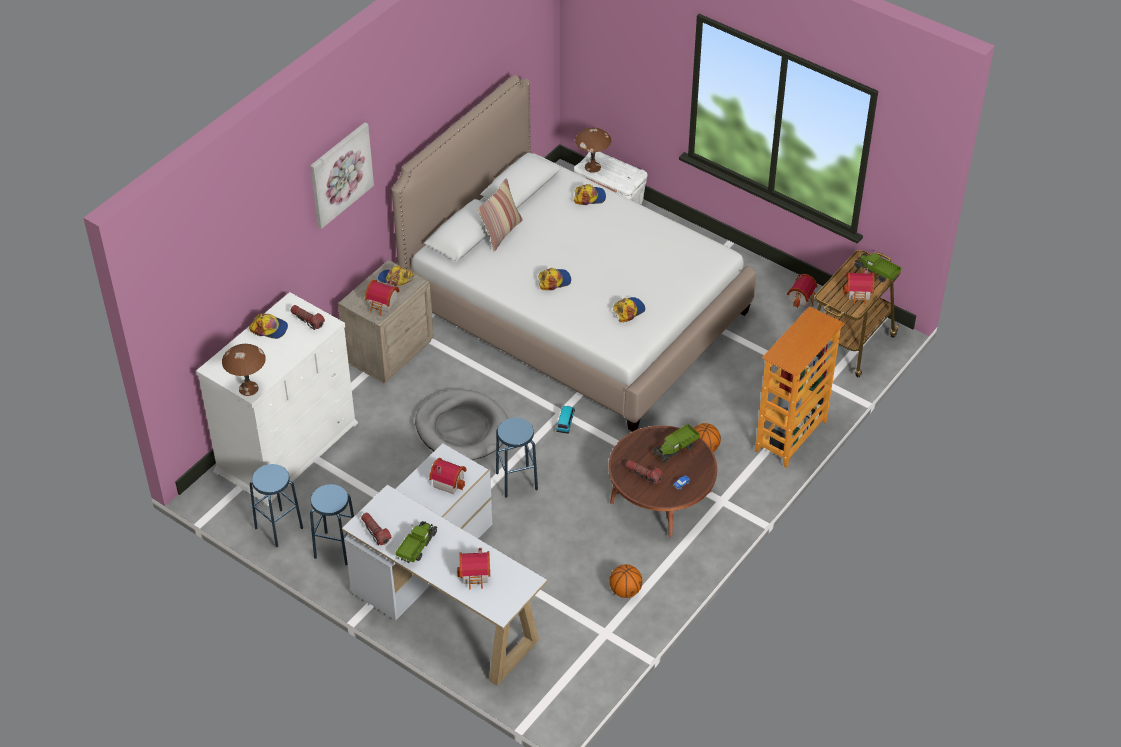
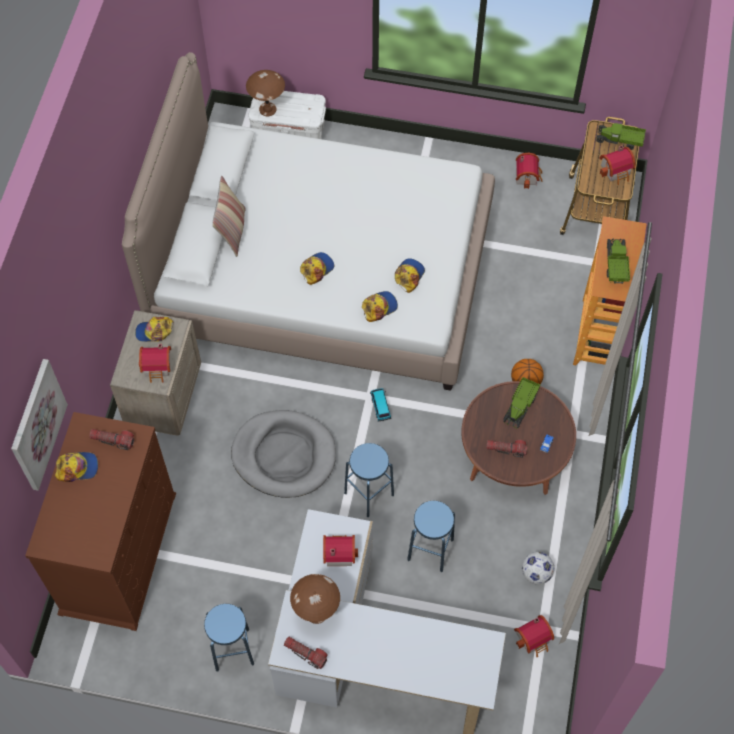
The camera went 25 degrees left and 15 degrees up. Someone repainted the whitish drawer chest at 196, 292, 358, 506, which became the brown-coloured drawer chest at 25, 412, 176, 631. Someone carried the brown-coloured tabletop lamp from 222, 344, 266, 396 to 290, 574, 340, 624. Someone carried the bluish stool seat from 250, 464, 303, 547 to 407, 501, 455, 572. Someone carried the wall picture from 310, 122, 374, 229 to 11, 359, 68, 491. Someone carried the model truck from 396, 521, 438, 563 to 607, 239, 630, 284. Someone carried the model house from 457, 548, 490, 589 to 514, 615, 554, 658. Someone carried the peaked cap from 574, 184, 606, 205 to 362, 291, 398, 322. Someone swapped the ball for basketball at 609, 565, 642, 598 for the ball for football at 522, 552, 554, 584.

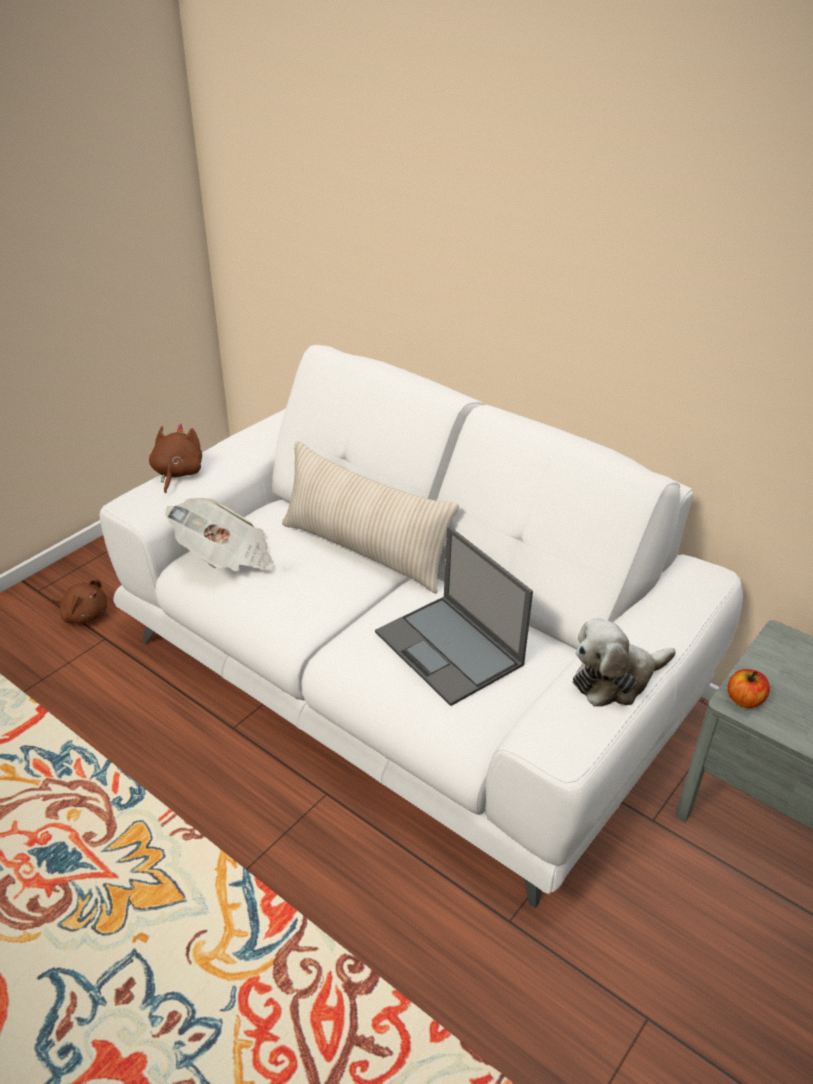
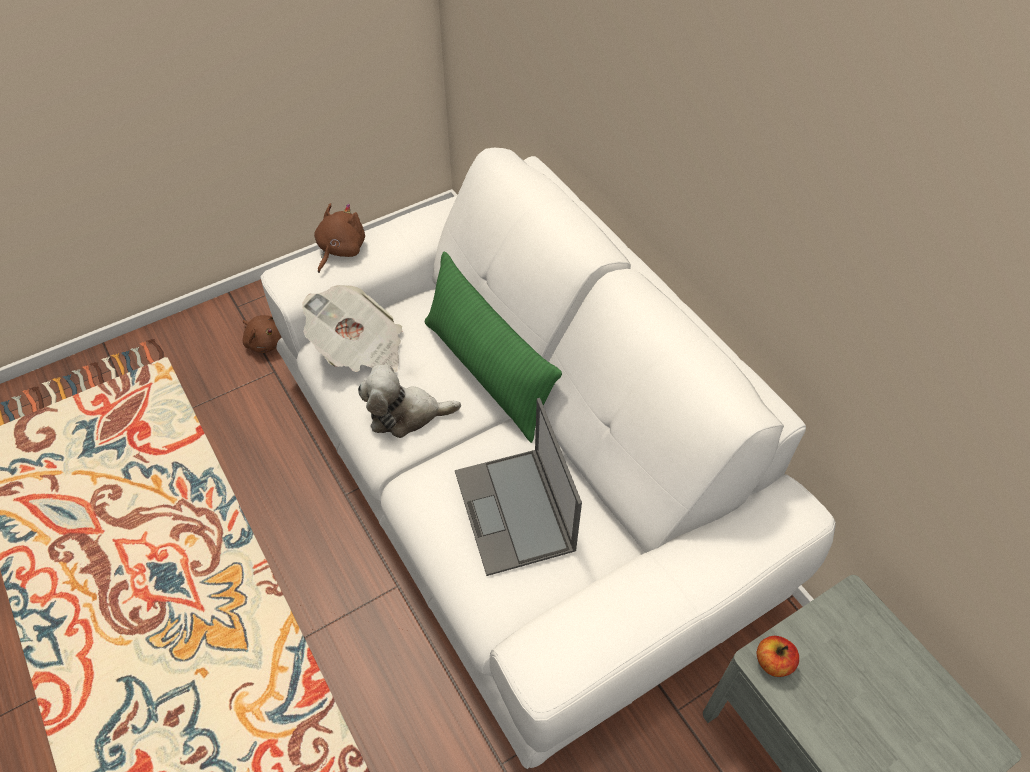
The camera went 20 degrees right and 15 degrees up. Someone repainted the beige-coloured throw pillow at 282, 441, 459, 594, which became the green throw pillow at 425, 251, 562, 443. Someone carried the cuddly toy from 573, 618, 676, 707 to 358, 365, 461, 438.

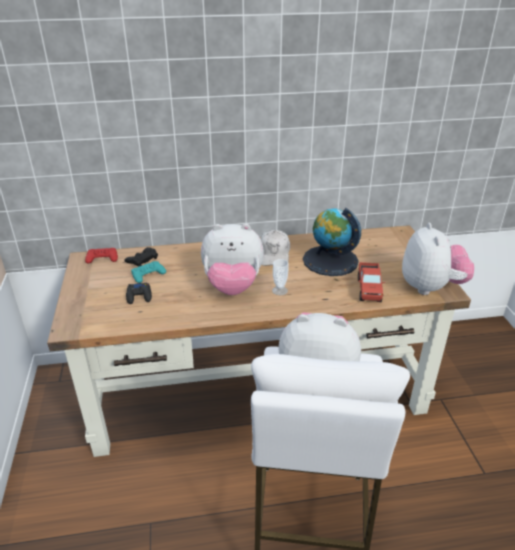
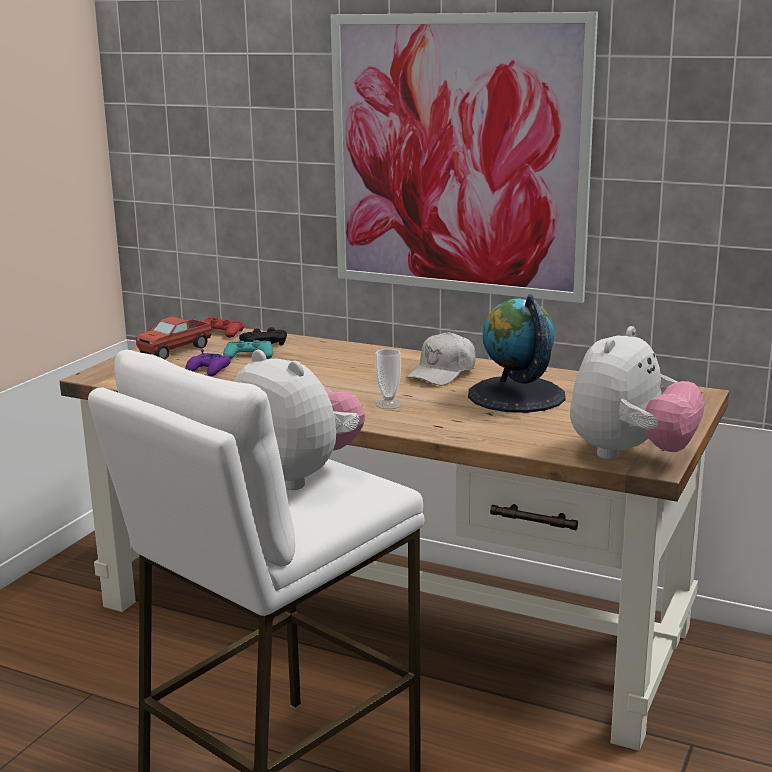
The camera went 35 degrees right and 15 degrees down. Someone repainted the black gamepad at 126, 283, 152, 304, which became the purplish gamepad at 185, 350, 231, 376. Someone took away the cuddly toy at 201, 224, 264, 295. Someone carried the model truck from 358, 262, 385, 302 to 136, 317, 211, 360. Someone put up the wall picture at 331, 12, 598, 303.

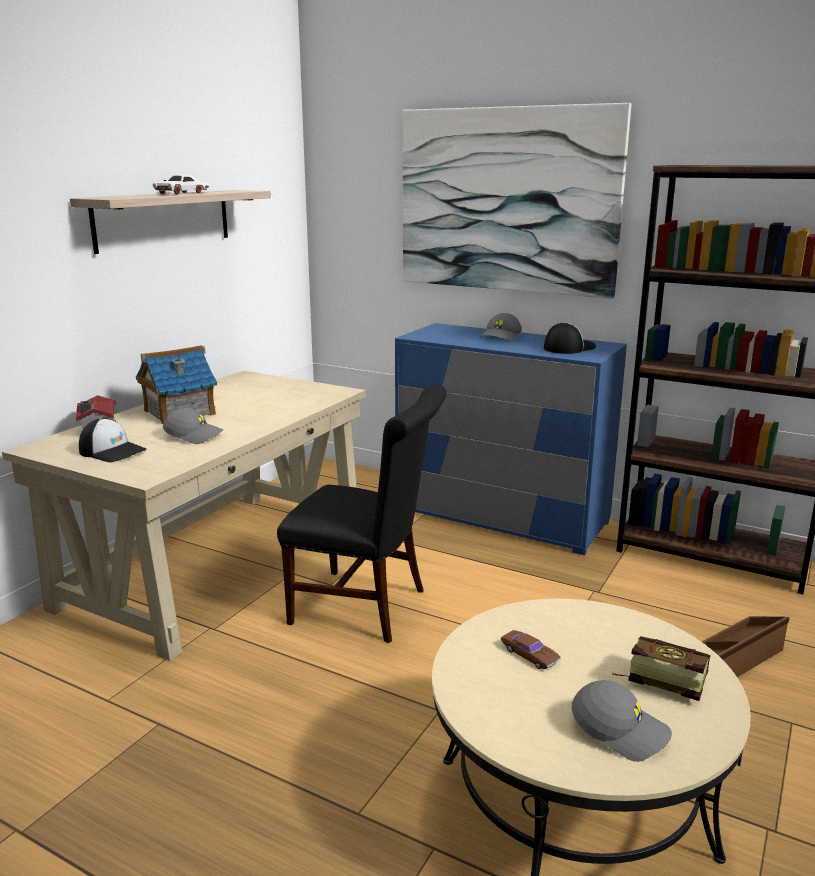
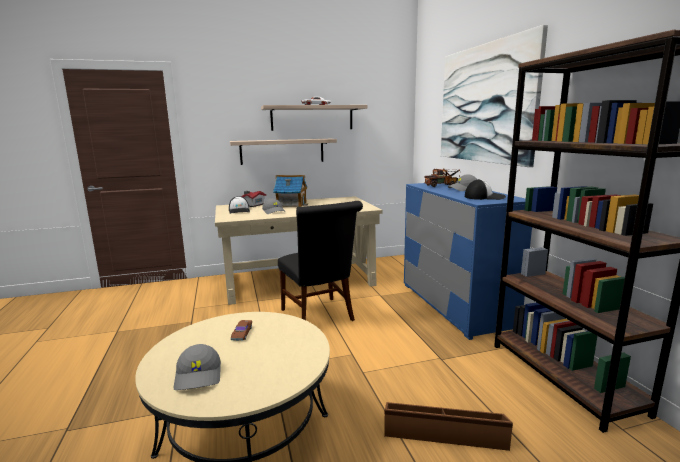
The camera went 45 degrees right and 5 degrees down. Someone took away the book at 612, 636, 711, 701. Someone put up the shelf at 230, 139, 337, 165. Someone put down the model truck at 424, 169, 461, 187.

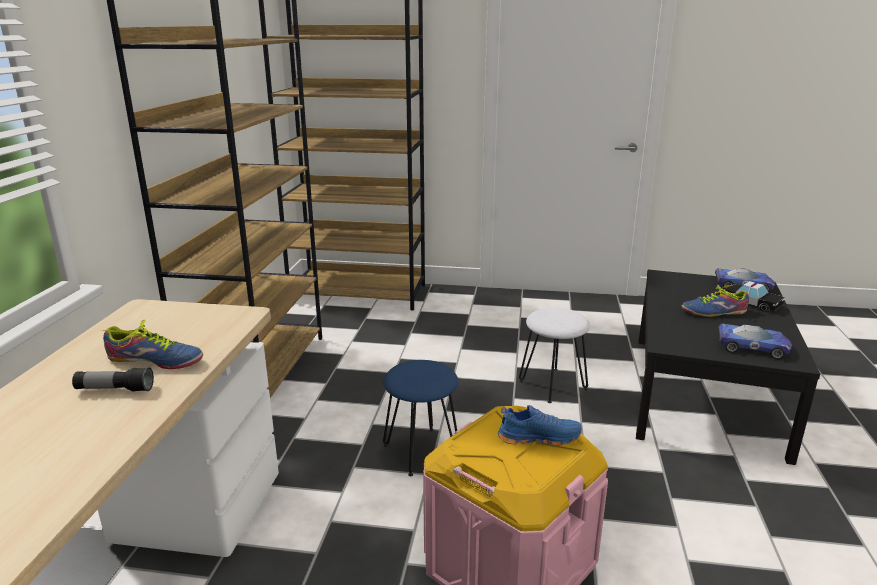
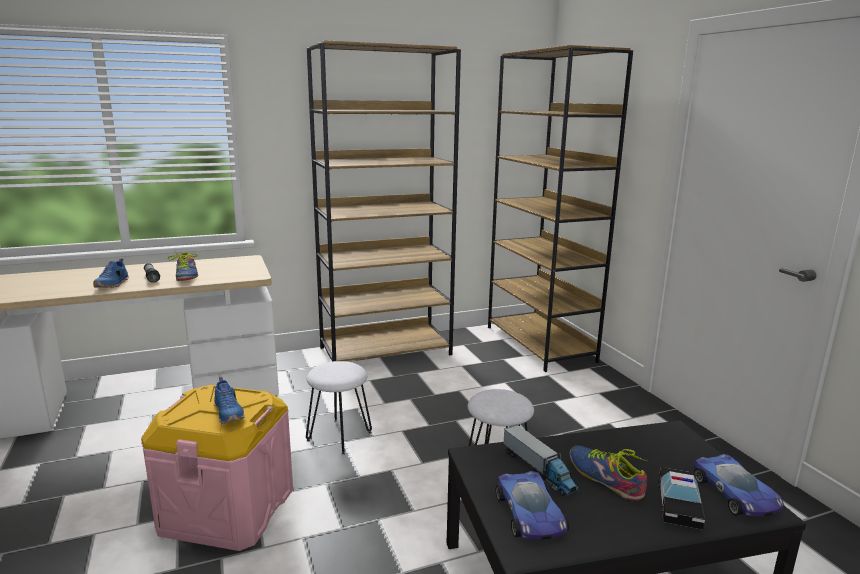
The camera went 60 degrees right and 5 degrees down. Someone repainted the bluish stool seat at 383, 360, 458, 476, which became the whitish stool seat at 306, 361, 372, 455. Someone put down the bluish shoe at 93, 259, 129, 288. Someone put down the model truck at 503, 424, 579, 497.

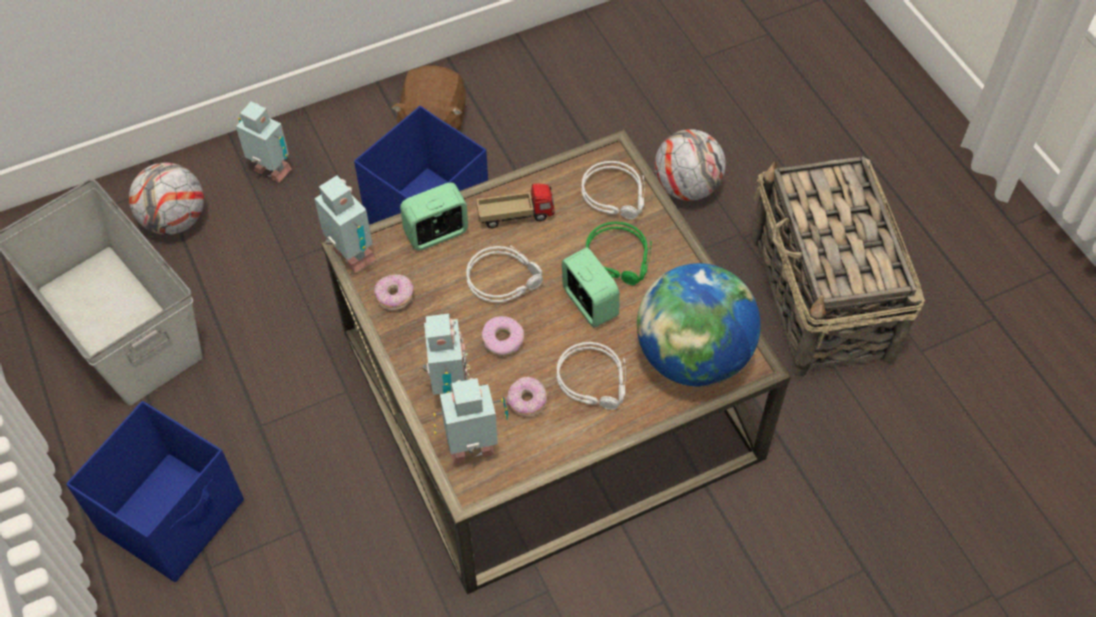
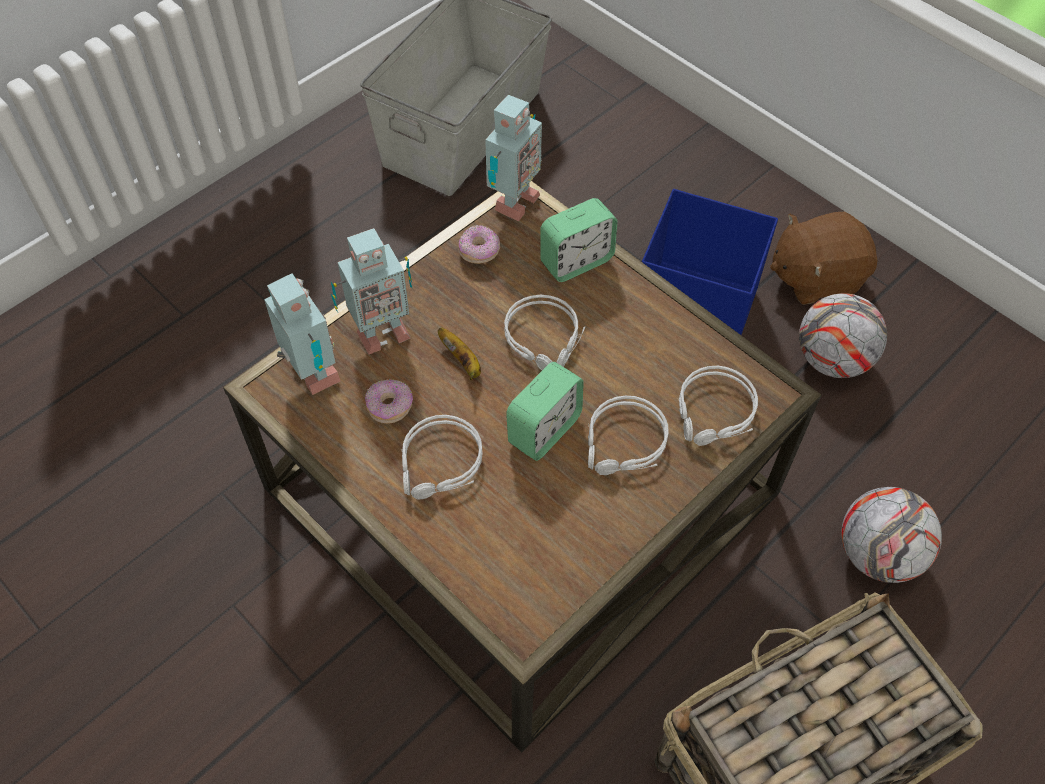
The camera went 70 degrees right and 0 degrees up. Someone took away the bluish storage bin at 66, 401, 244, 582. Someone carried the ball for football from 129, 163, 204, 235 to 799, 293, 887, 378. Someone took away the robot figure at 236, 101, 292, 183. Someone rotated the bedside clock at 400, 182, 468, 251 by 105 degrees clockwise. Someone took away the model truck at 476, 184, 555, 228. Someone swapped the donut at 481, 316, 524, 356 for the banana fruit at 438, 328, 481, 380. Someone repainted the green headphones at 586, 222, 652, 285, which became the gray headphones at 588, 396, 669, 475. Someone took away the globe at 637, 263, 761, 387.

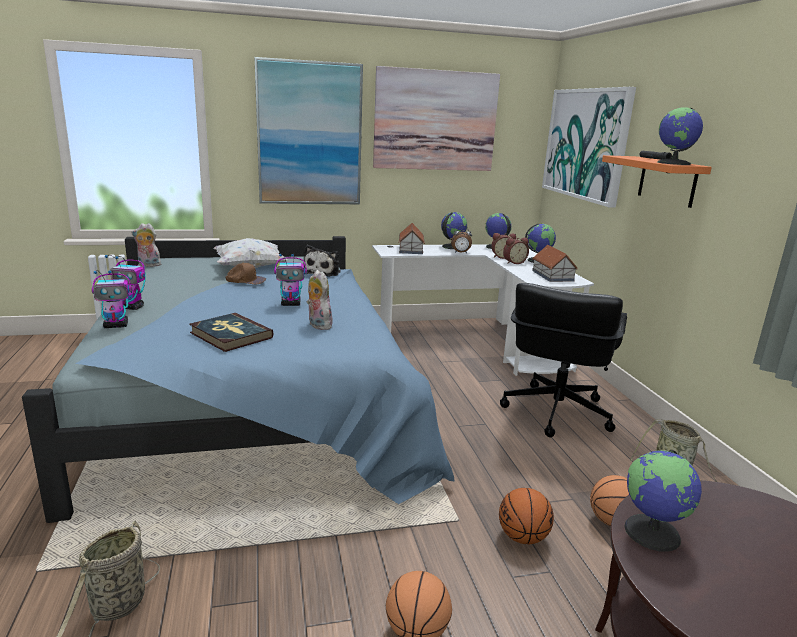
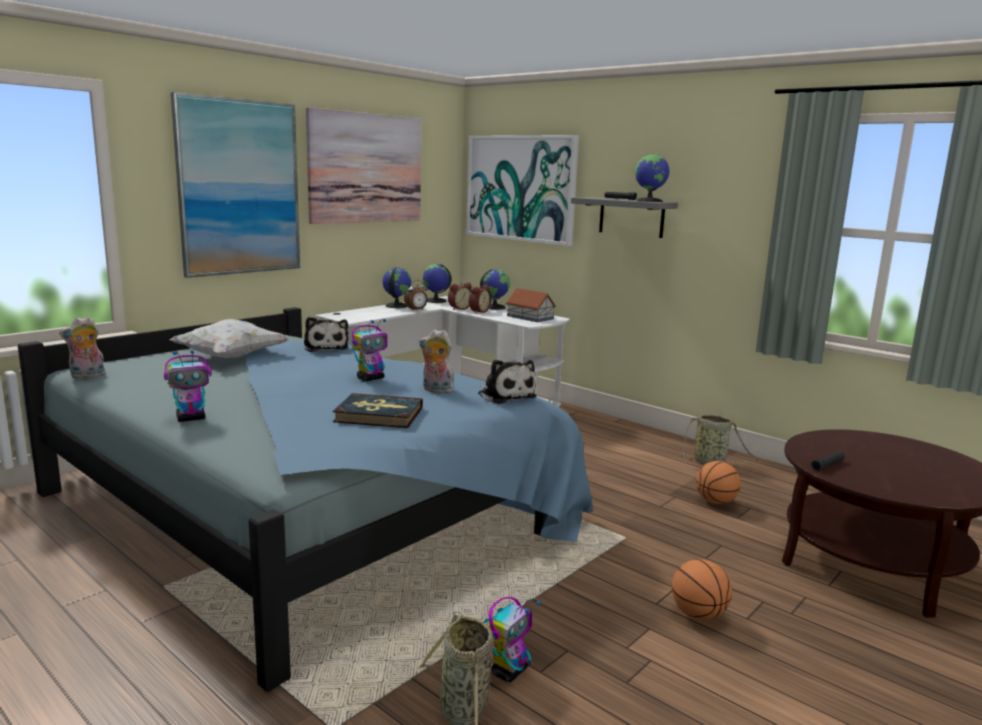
The camera went 35 degrees left and 5 degrees down. Someone carried the robot figure from 92, 270, 132, 328 to 483, 597, 541, 682. Someone took away the brown-coloured peaked cap at 225, 263, 266, 284. Someone took away the model house at 399, 223, 425, 254. Someone took away the ball for basketball at 499, 488, 554, 544. Someone took away the black computer chair at 500, 283, 627, 437. Someone repainted the orange shelf at 602, 155, 712, 208, which became the gray shelf at 571, 197, 678, 238. Someone swapped the globe at 624, 450, 702, 552 for the black hand torch at 811, 451, 845, 472. Someone put down the cuddly toy at 478, 360, 537, 404.

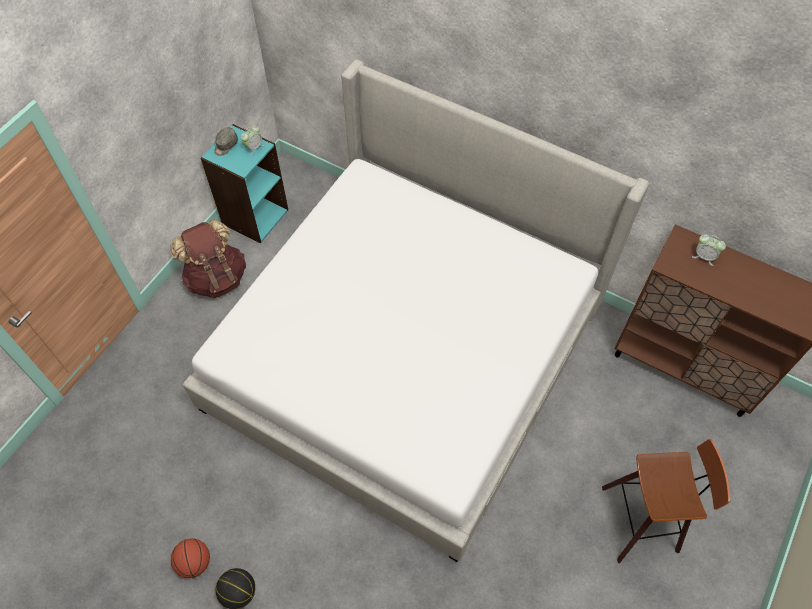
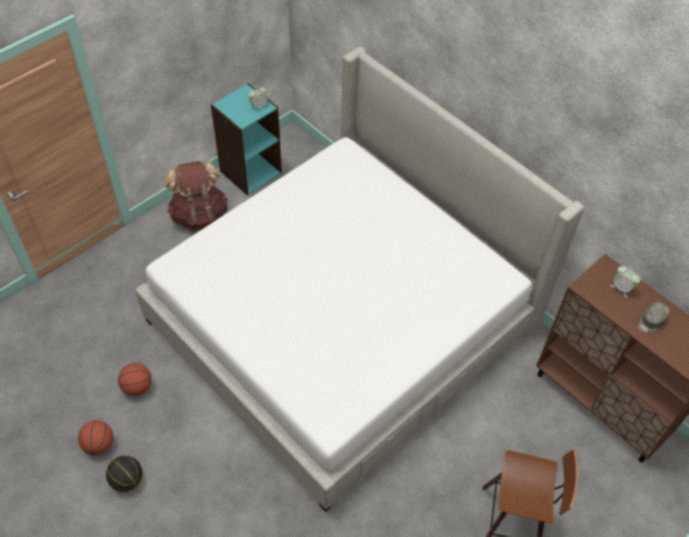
The camera went 15 degrees right and 5 degrees down. Someone carried the gray peaked cap from 214, 127, 238, 156 to 638, 302, 670, 333. Someone put down the ball for basketball at 118, 363, 152, 396.

